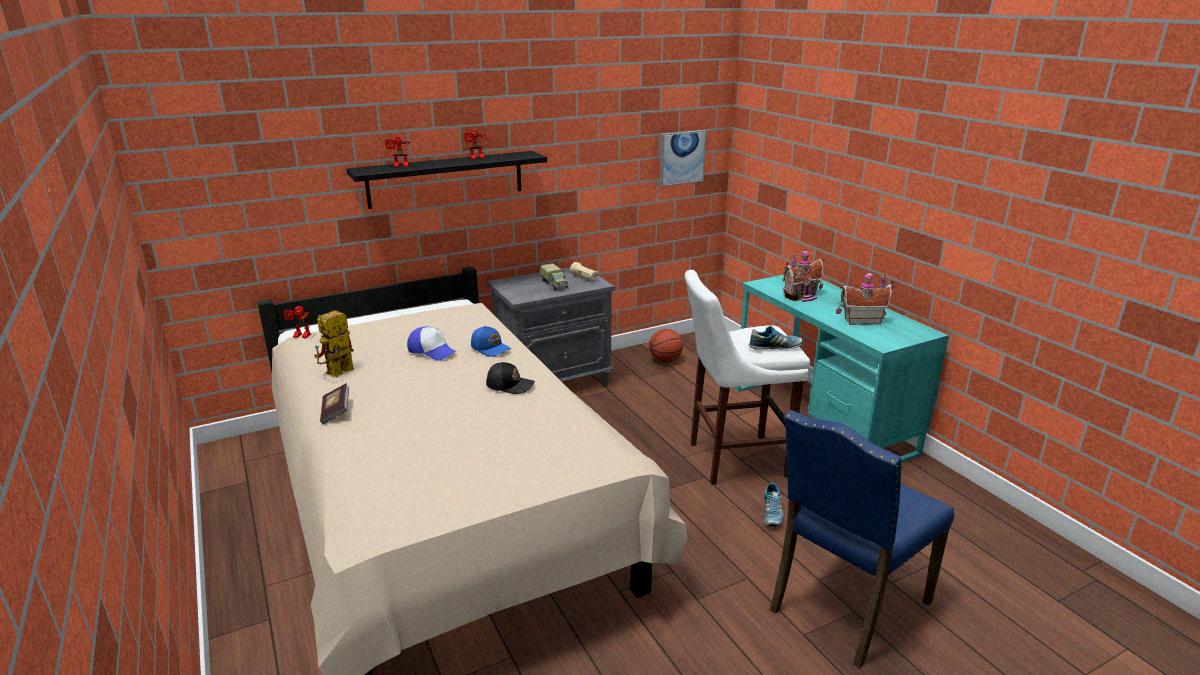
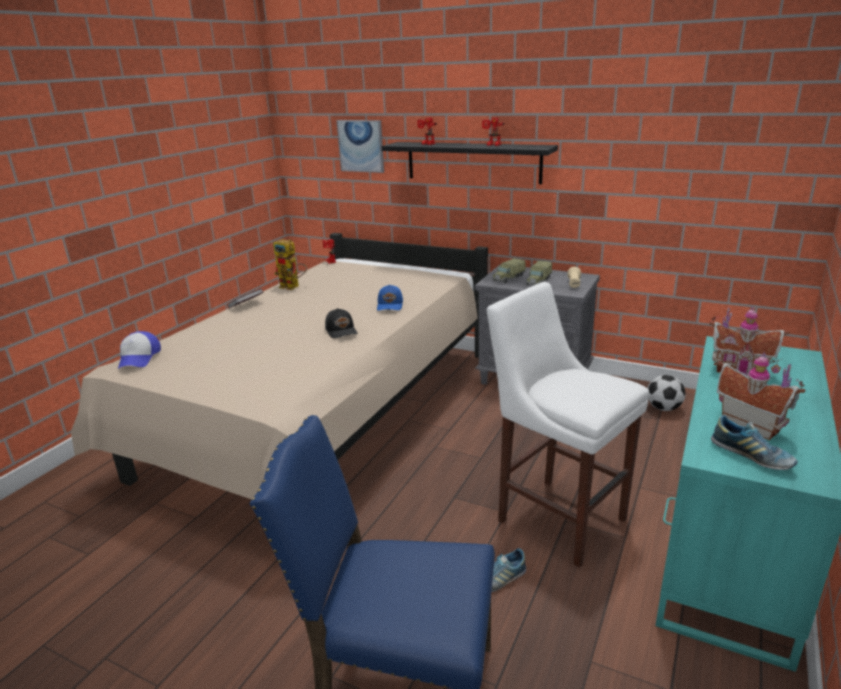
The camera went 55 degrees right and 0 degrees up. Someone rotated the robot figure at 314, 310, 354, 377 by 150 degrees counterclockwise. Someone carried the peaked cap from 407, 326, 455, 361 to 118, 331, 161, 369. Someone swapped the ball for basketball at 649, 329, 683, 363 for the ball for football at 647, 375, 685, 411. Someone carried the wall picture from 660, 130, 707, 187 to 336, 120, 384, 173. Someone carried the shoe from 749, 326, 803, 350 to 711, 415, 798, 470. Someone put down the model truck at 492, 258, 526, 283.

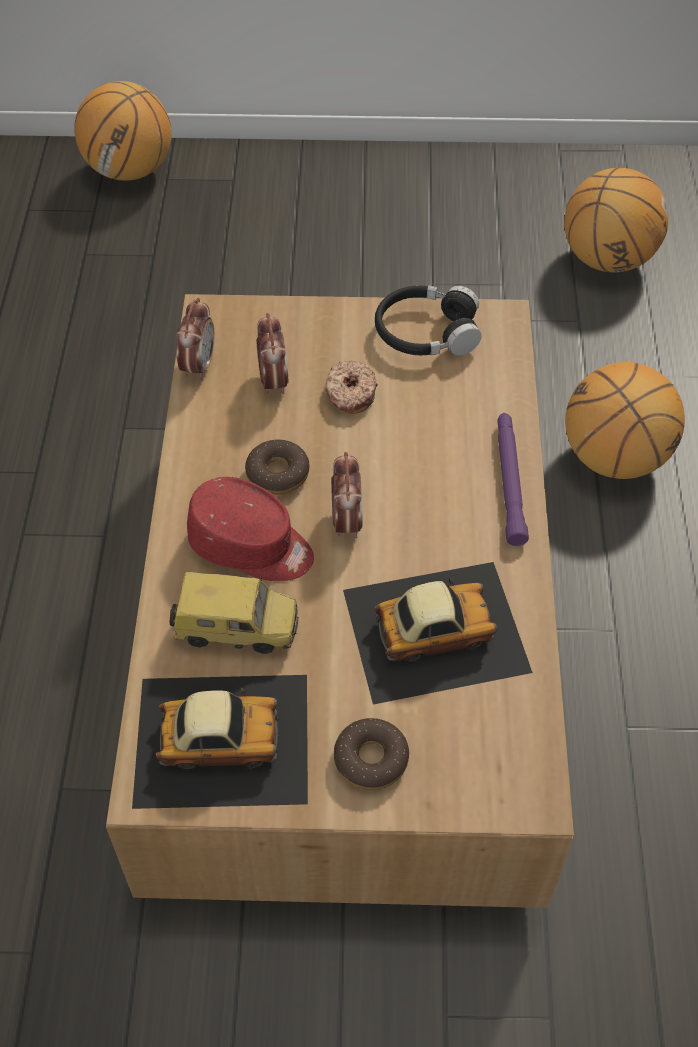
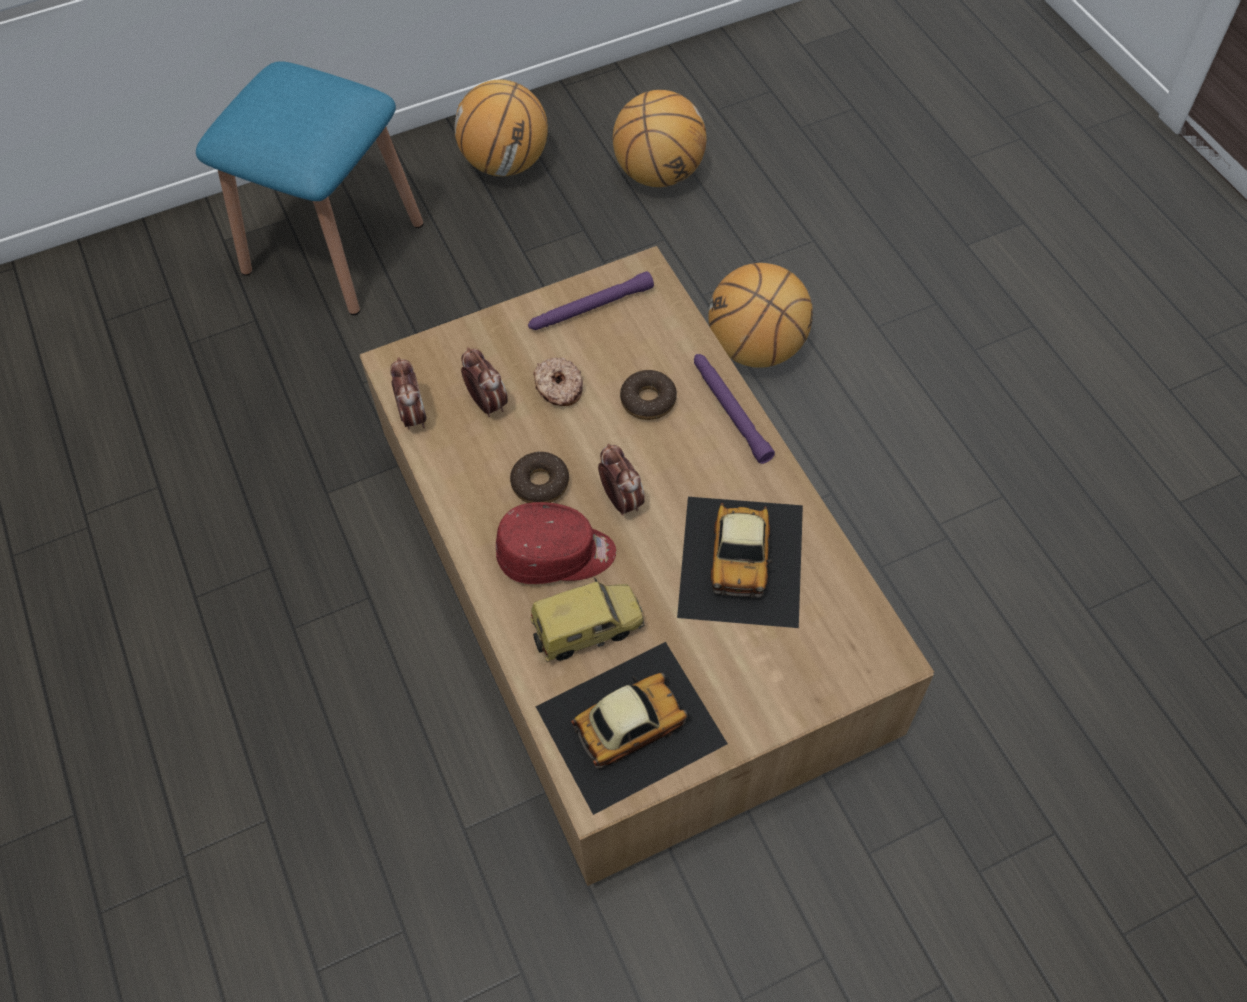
The camera went 25 degrees left and 5 degrees up. Someone carried the ball for basketball from 74, 81, 172, 181 to 454, 80, 548, 176. Someone carried the donut from 334, 718, 409, 790 to 620, 370, 677, 420. Someone rotated the model car at 343, 562, 533, 705 by 135 degrees clockwise. Someone swapped the black headphones at 375, 286, 482, 355 for the purplish hand torch at 528, 271, 654, 330. Someone put down the bluish stool seat at 196, 61, 424, 315.

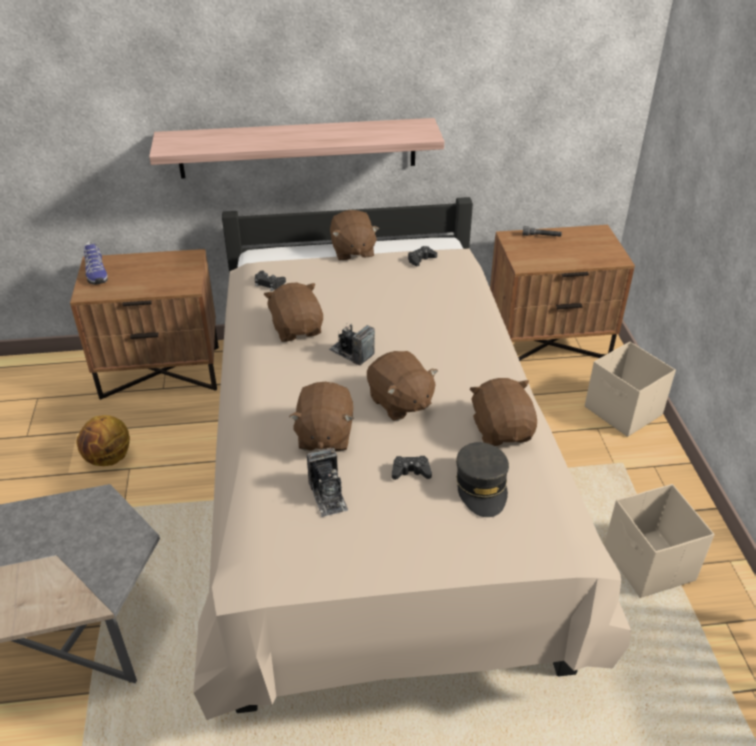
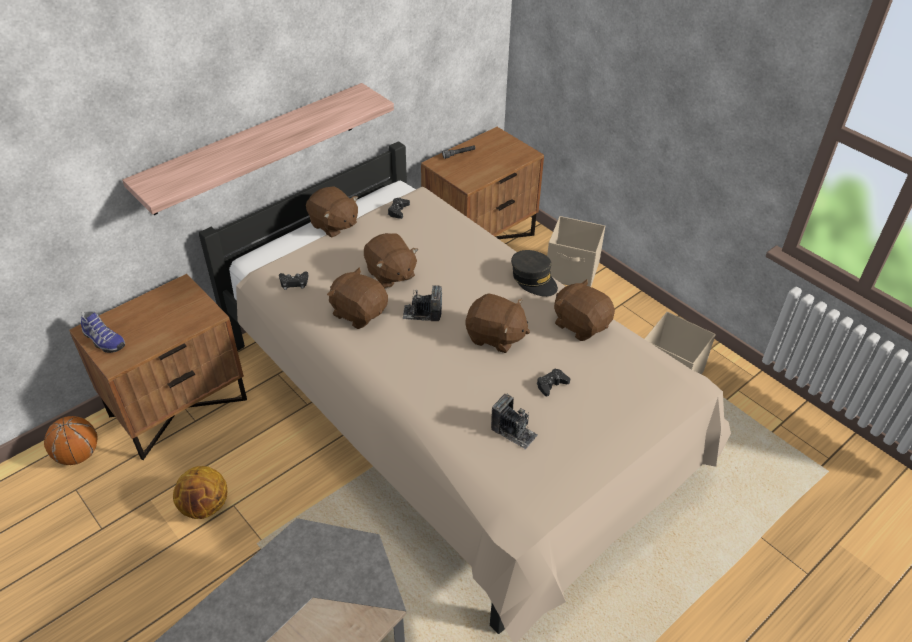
The camera went 35 degrees left and 5 degrees up. Someone carried the brown-coloured cuddly toy from 289, 382, 354, 451 to 364, 233, 418, 289. Someone carried the gray peaked cap from 456, 442, 509, 517 to 511, 250, 558, 297. Someone put down the ball for basketball at 44, 416, 98, 465.

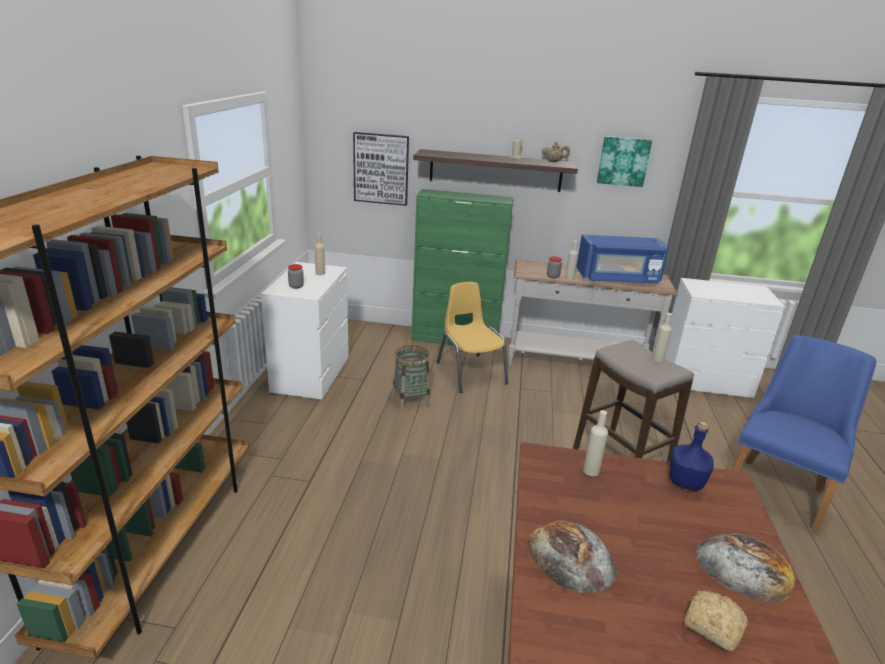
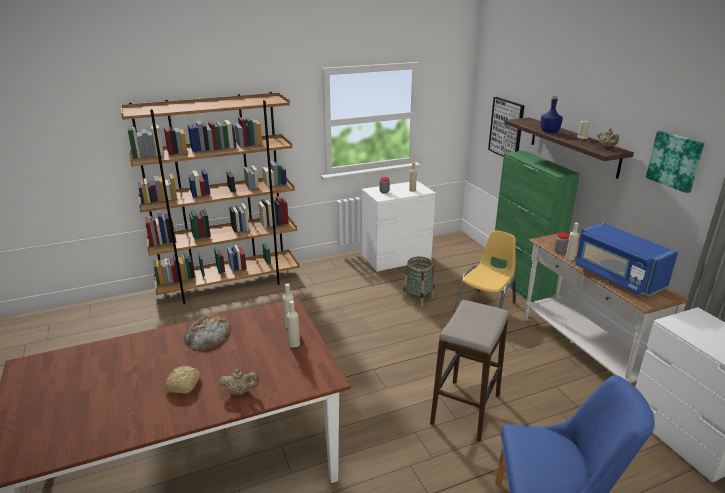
The camera went 60 degrees right and 0 degrees up. Someone carried the beige-coloured bottle from 652, 313, 672, 362 to 287, 301, 300, 347. Someone carried the bluish bottle from 670, 421, 714, 491 to 541, 96, 563, 133. Someone swapped the bread at 695, 533, 795, 602 for the beige-coloured teapot at 219, 369, 259, 395.

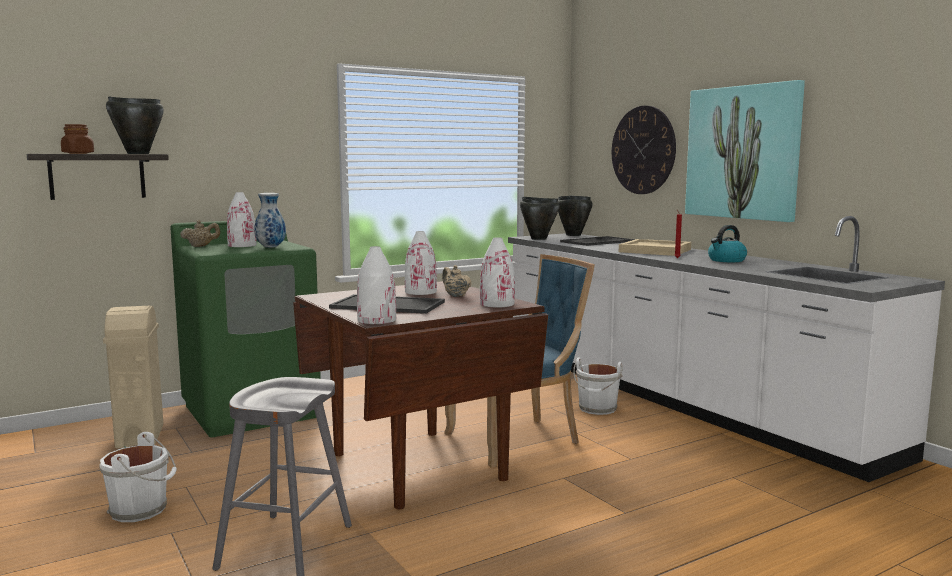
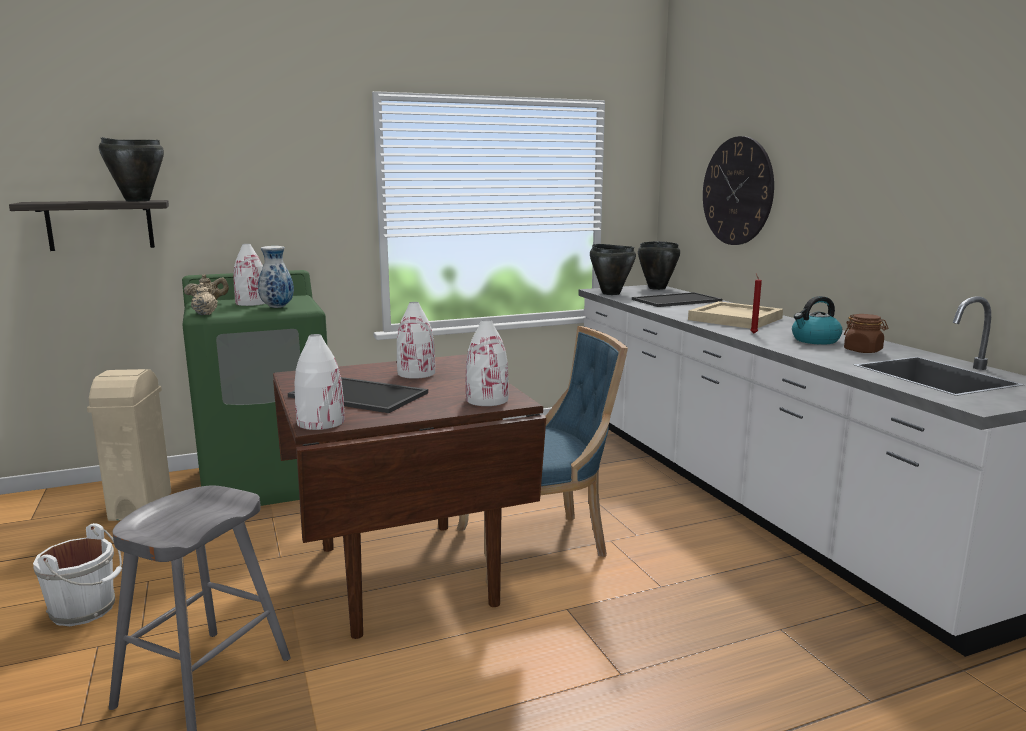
The camera went 10 degrees right and 5 degrees up. Someone carried the brown-coloured storage jar from 61, 124, 94, 154 to 844, 314, 888, 353. Someone carried the beige-coloured teapot from 442, 265, 472, 297 to 191, 282, 218, 315. Someone took away the whitish bucket at 573, 358, 623, 415. Someone took away the wall picture at 685, 80, 805, 222.

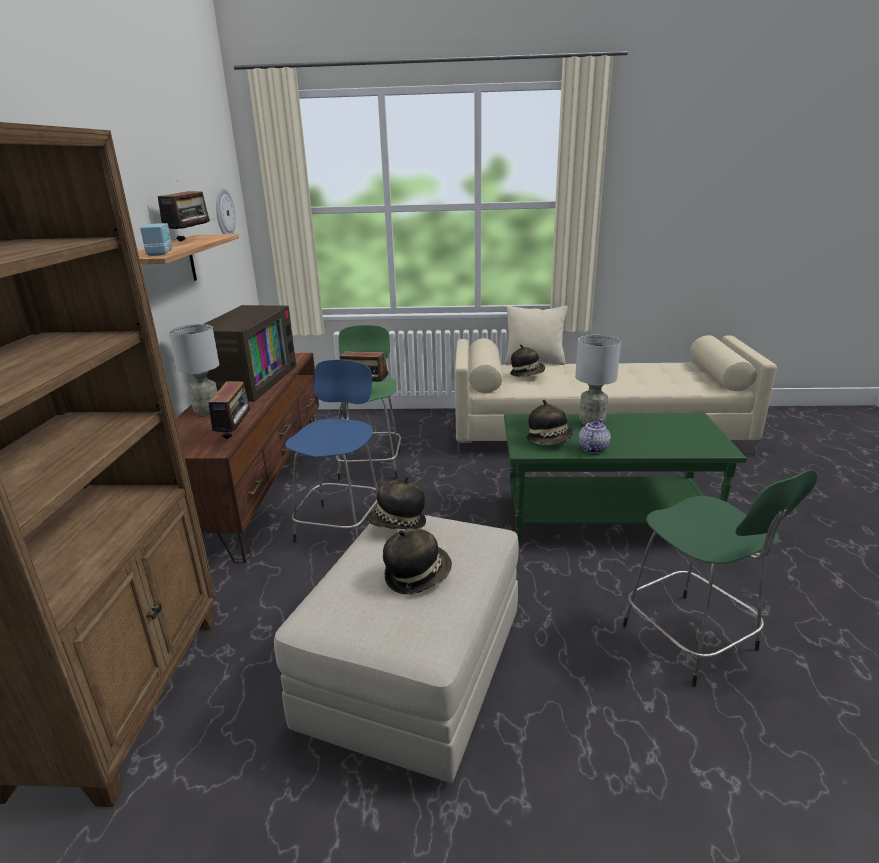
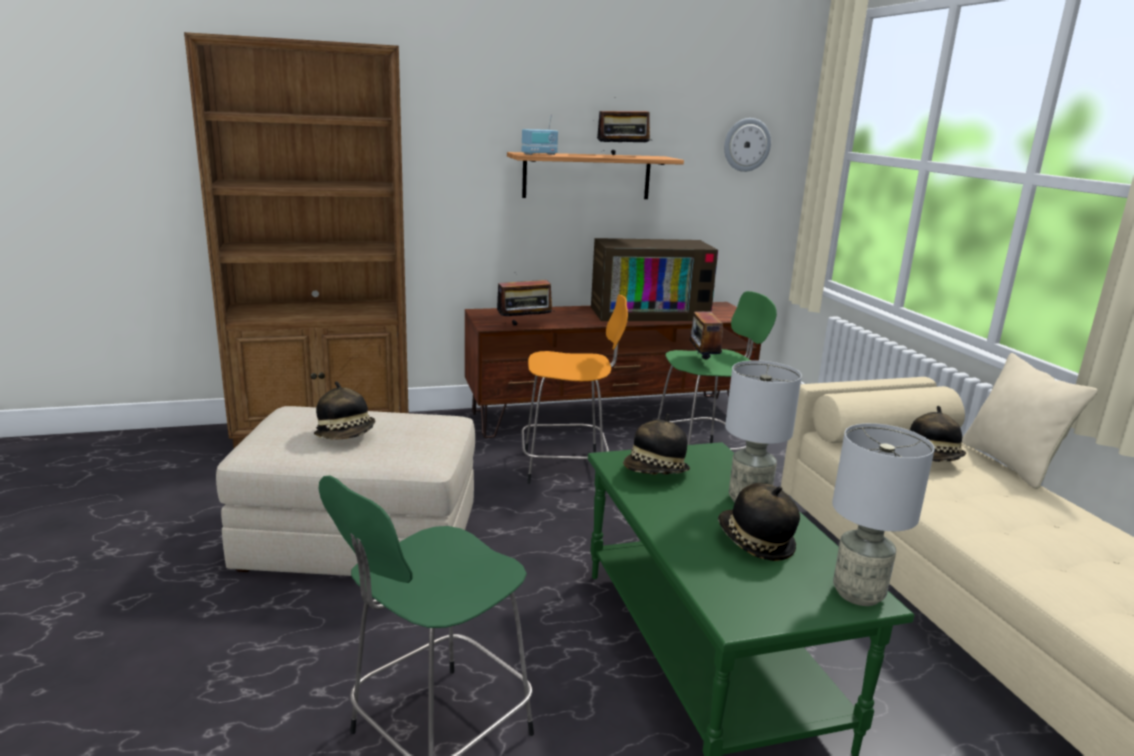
The camera went 70 degrees right and 5 degrees down. Someone carried the gray tabletop lamp from 169, 324, 219, 416 to 832, 423, 935, 606. Someone repainted the bluish stool seat at 285, 360, 379, 542, which became the orange stool seat at 521, 295, 628, 484. Someone carried the wearable hat from 366, 476, 426, 530 to 718, 483, 800, 561. Someone took away the teapot at 578, 419, 611, 453.

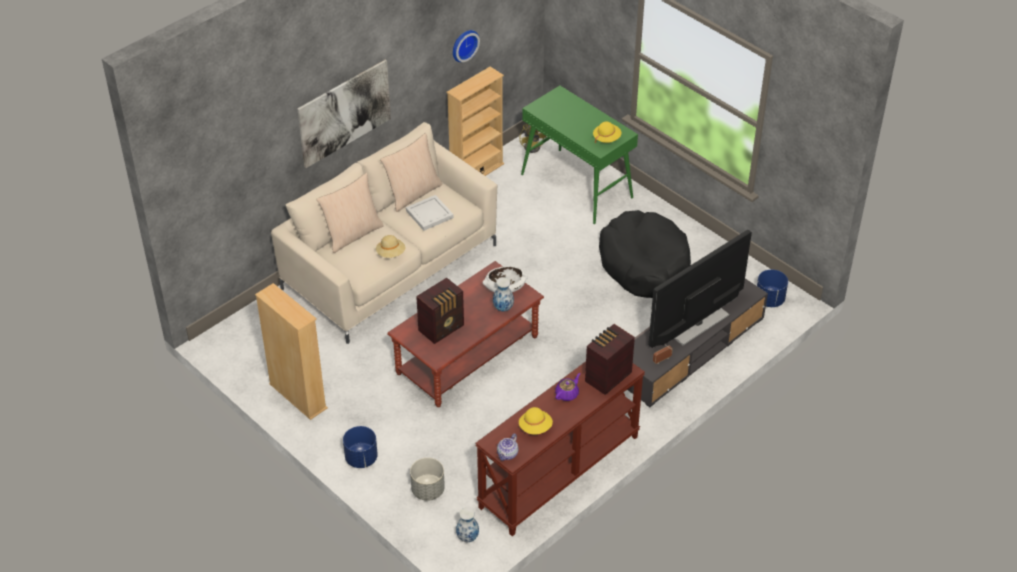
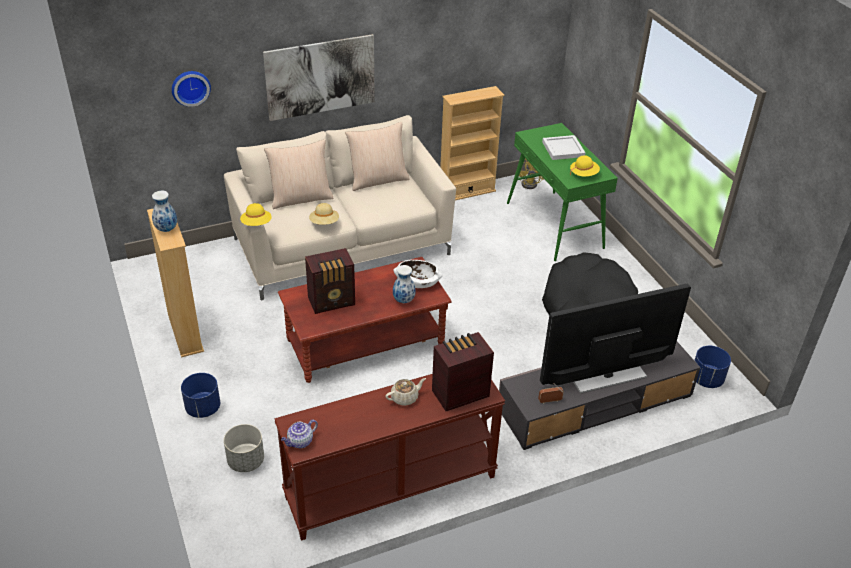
The camera went 20 degrees right and 5 degrees down. Someone carried the whitish carrying tray from 406, 195, 454, 231 to 542, 135, 585, 160. Someone carried the hanging clock from 453, 30, 480, 62 to 172, 71, 211, 107. Someone carried the vase from 456, 507, 479, 542 to 152, 191, 177, 232. Someone carried the yellow-coloured wearable hat from 519, 407, 553, 435 to 240, 203, 272, 226. Someone repainted the purplish teapot at 555, 373, 580, 401, which became the beige-coloured teapot at 386, 378, 426, 406.

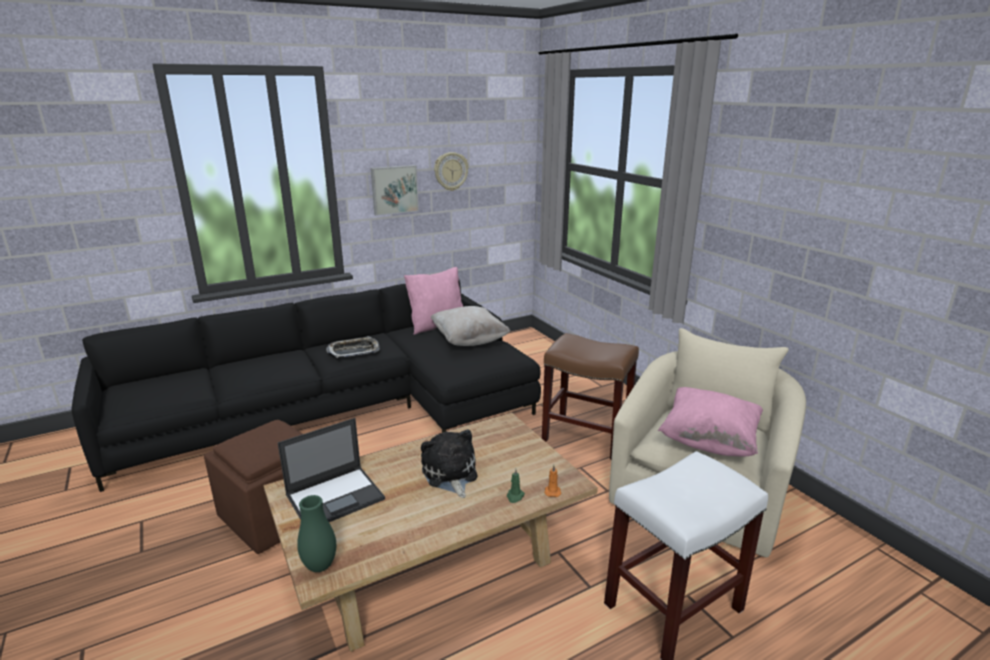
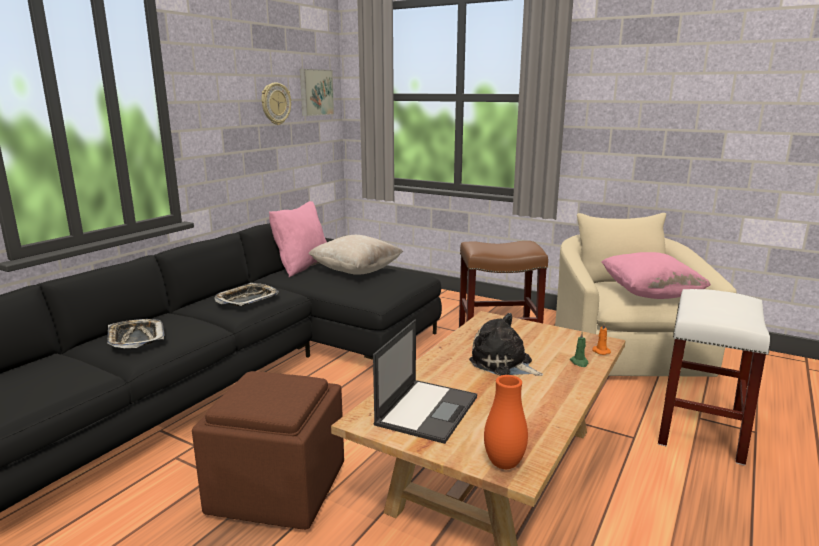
The camera went 30 degrees left and 5 degrees down. Someone repainted the green vase at 297, 495, 336, 572, which became the orange vase at 484, 375, 528, 469. Someone carried the wall picture from 371, 165, 419, 216 to 300, 69, 334, 116. Someone put down the carrying tray at 107, 319, 165, 348.

